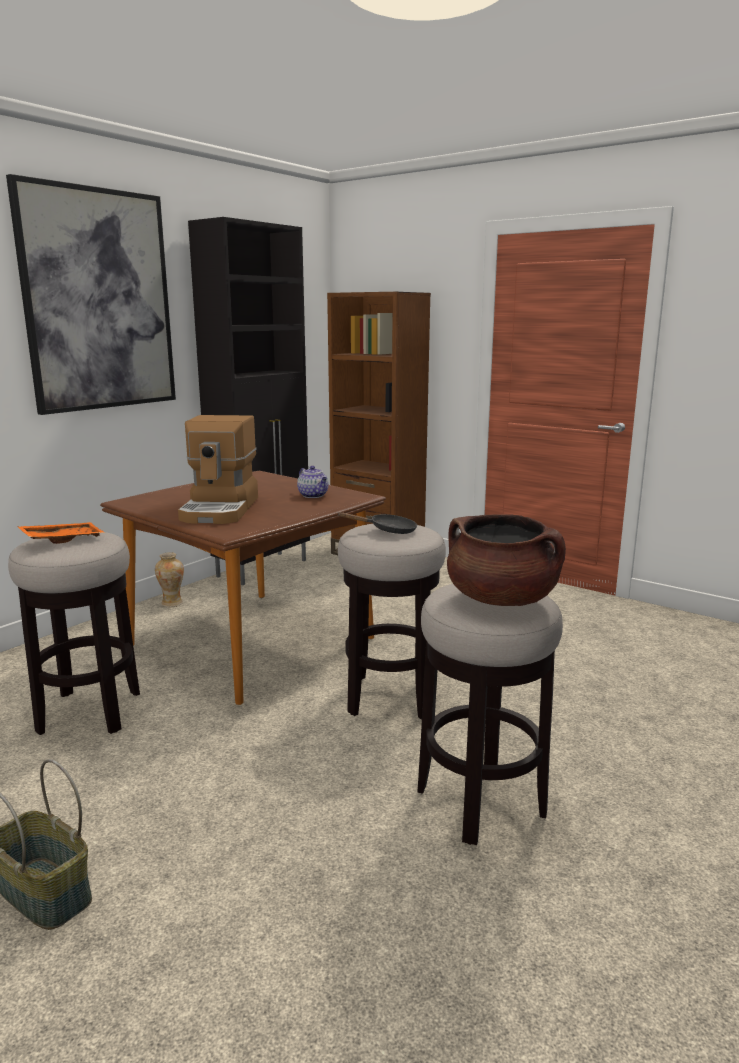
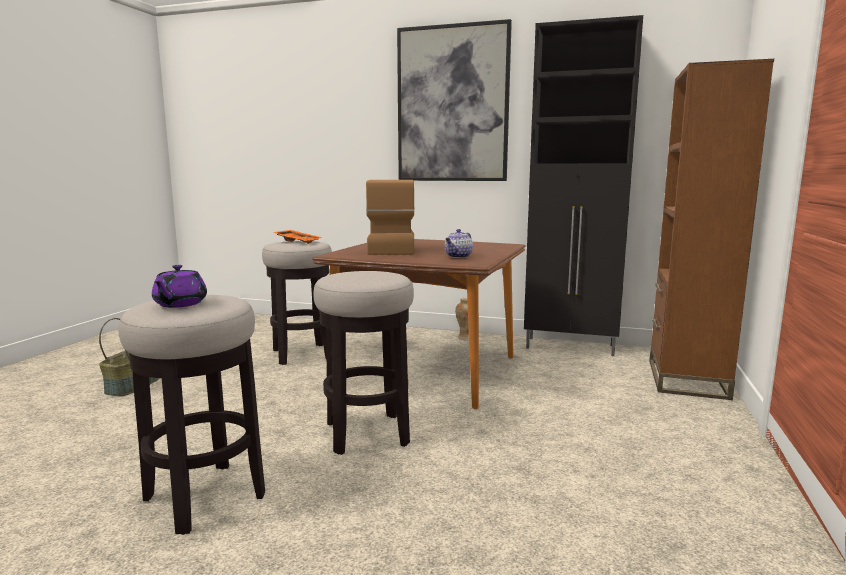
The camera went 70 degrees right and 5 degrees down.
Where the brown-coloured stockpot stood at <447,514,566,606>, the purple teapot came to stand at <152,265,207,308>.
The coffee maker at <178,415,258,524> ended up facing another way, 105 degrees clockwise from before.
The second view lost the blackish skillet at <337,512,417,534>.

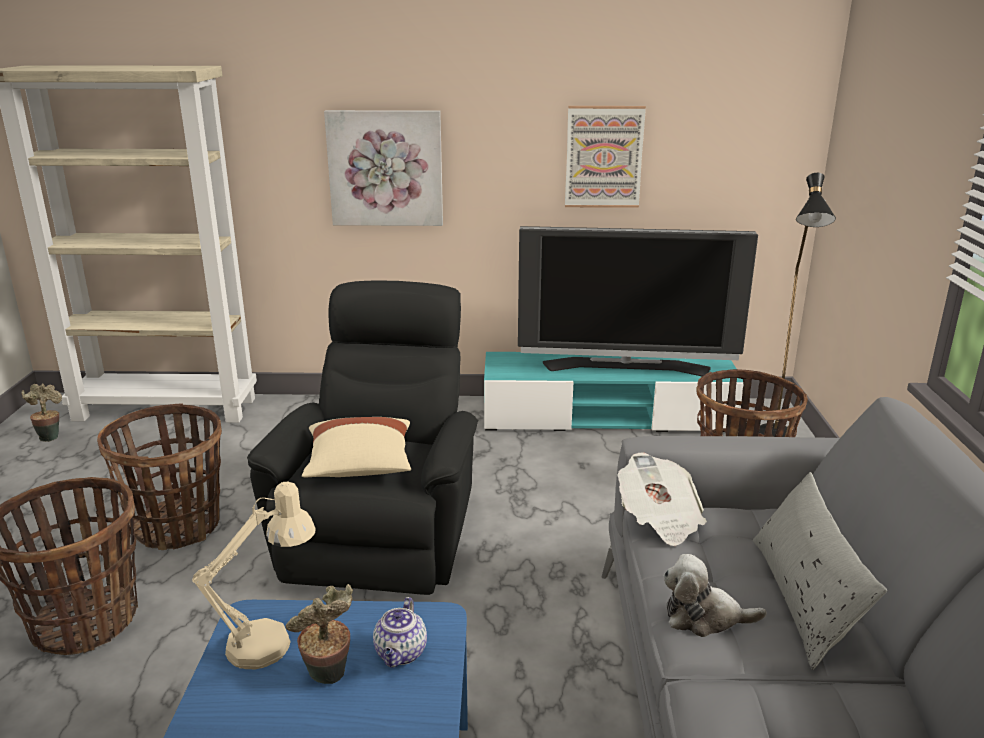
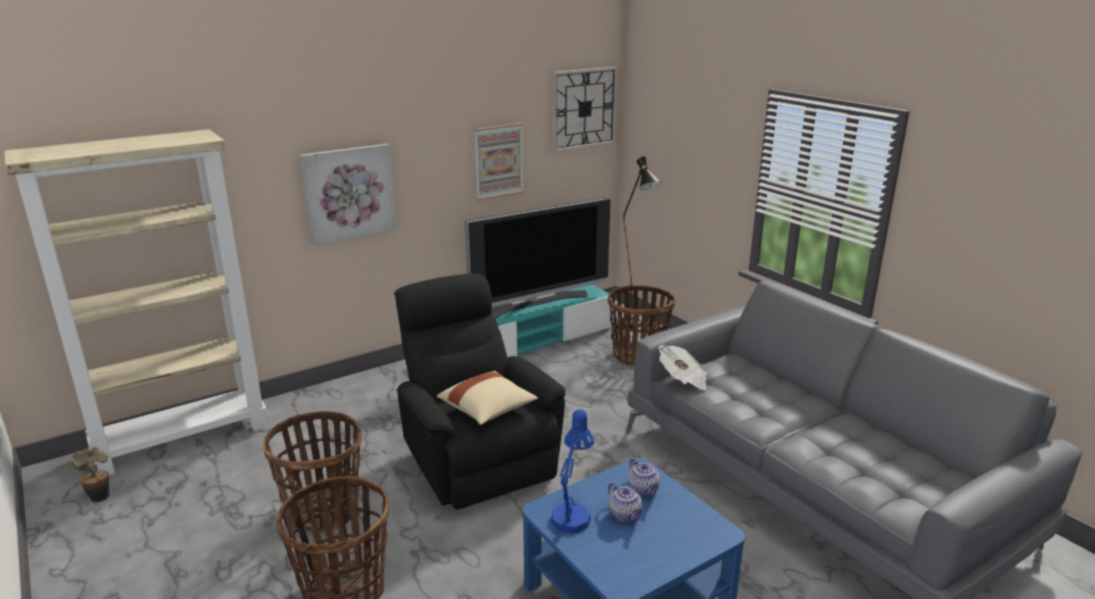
The camera went 35 degrees left and 0 degrees up.
What was the sand-coloured tabletop lamp at <192,481,316,669> turned into the bluish tabletop lamp at <551,409,594,533>.
The second view gained the hanging clock at <552,67,618,152>.
Where the houseplant stood at <285,584,353,684>, the teapot came to stand at <608,482,644,522>.
The second view lost the cuddly toy at <663,554,767,637>.
The second view lost the greyish throw pillow at <753,472,887,670>.

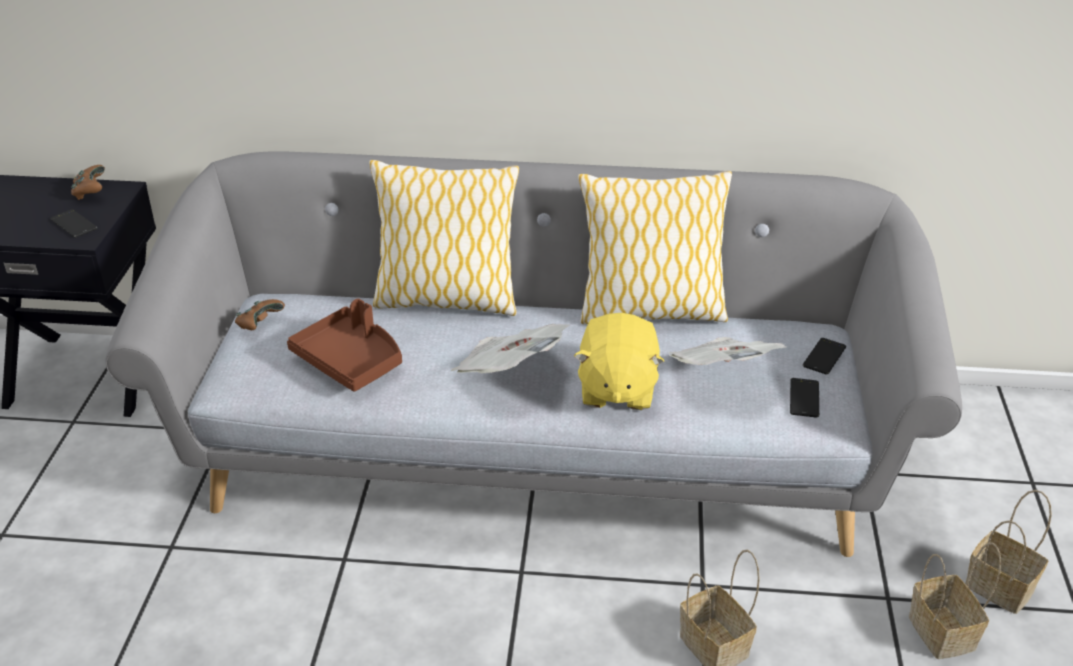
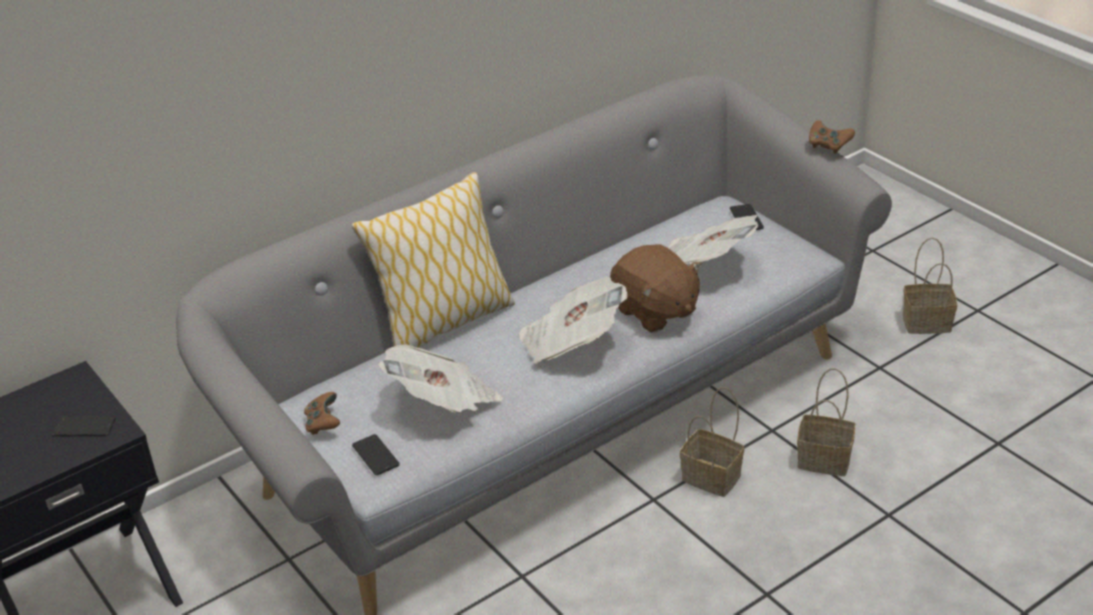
The camera went 40 degrees left and 0 degrees up.
The phone ended up elsewhere, having gone from <790,378,819,418> to <352,434,400,475>.
Where the brown-coloured tray stood at <287,299,402,392>, the printed paper came to stand at <378,344,503,413>.
What was the yellow cuddly toy at <574,313,664,410> turned into the brown-coloured cuddly toy at <610,244,702,333>.
The basket ended up elsewhere, having gone from <909,542,1001,659> to <680,387,744,497>.
The brown-coloured game controller ended up elsewhere, having gone from <71,165,105,200> to <809,120,855,154>.
The second view lost the throw pillow at <578,171,732,325>.

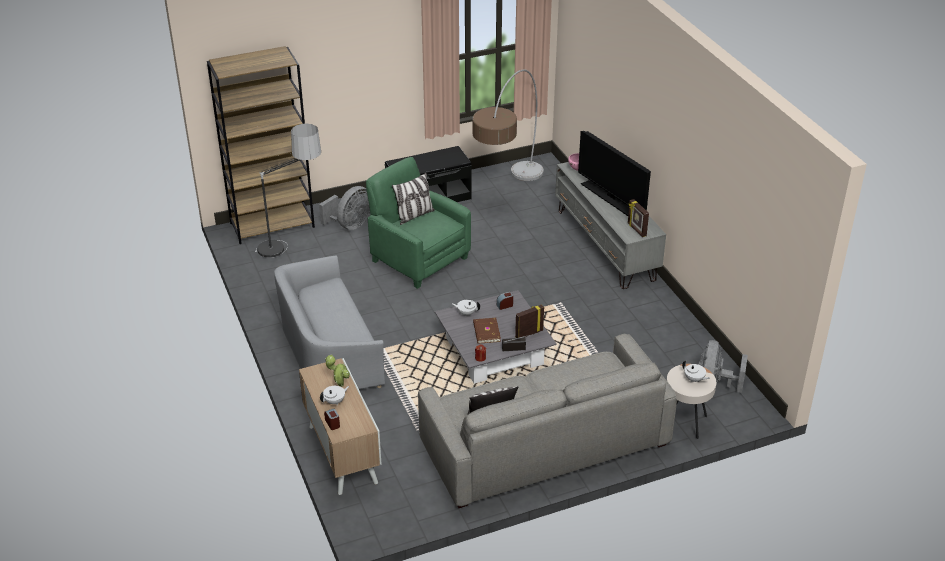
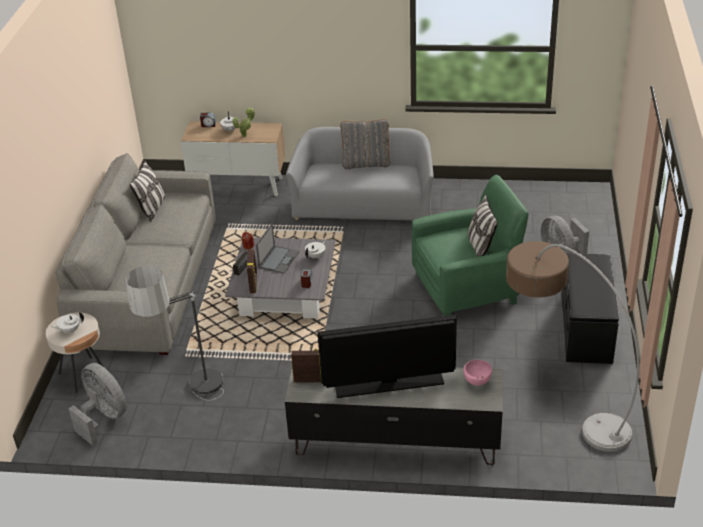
The camera went 120 degrees right and 0 degrees up.
The standing lamp ended up elsewhere, having gone from <255,124,321,258> to <126,266,224,401>.
Where the brown-coloured bound book stood at <473,318,501,344>, the portable computer came to stand at <256,223,299,273>.
The second view gained the greyish throw pillow at <340,119,390,169>.
The second view lost the brown-coloured bookcase at <207,46,315,244>.

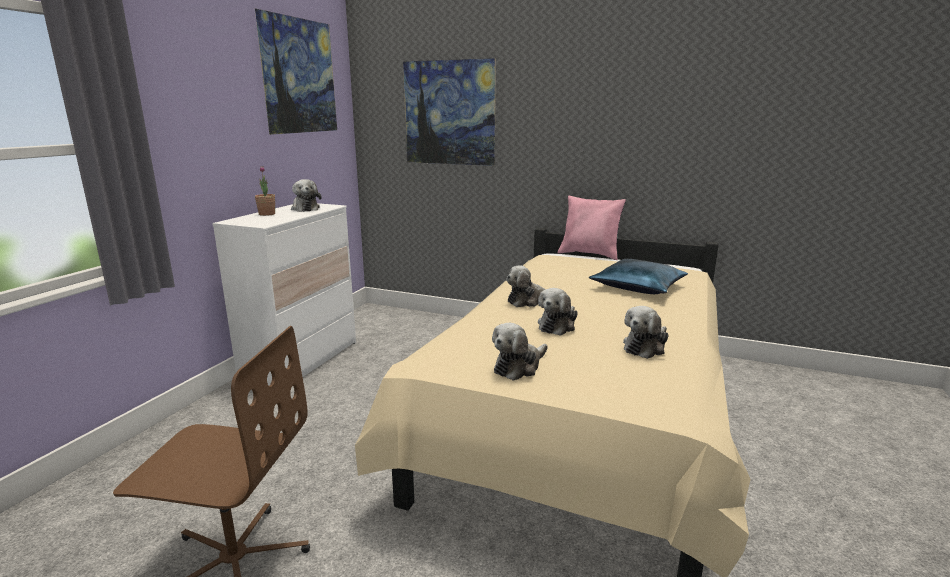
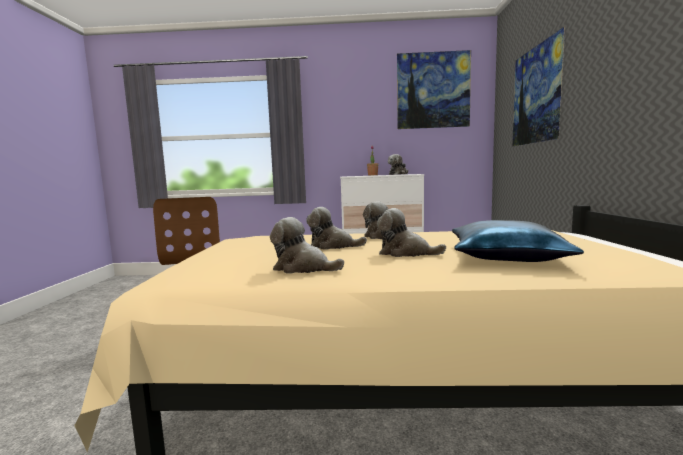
The camera went 70 degrees right and 10 degrees down.
The cuddly toy ended up elsewhere, having gone from <492,323,547,380> to <377,208,446,257>.
The second view lost the pinkish throw pillow at <558,196,626,260>.

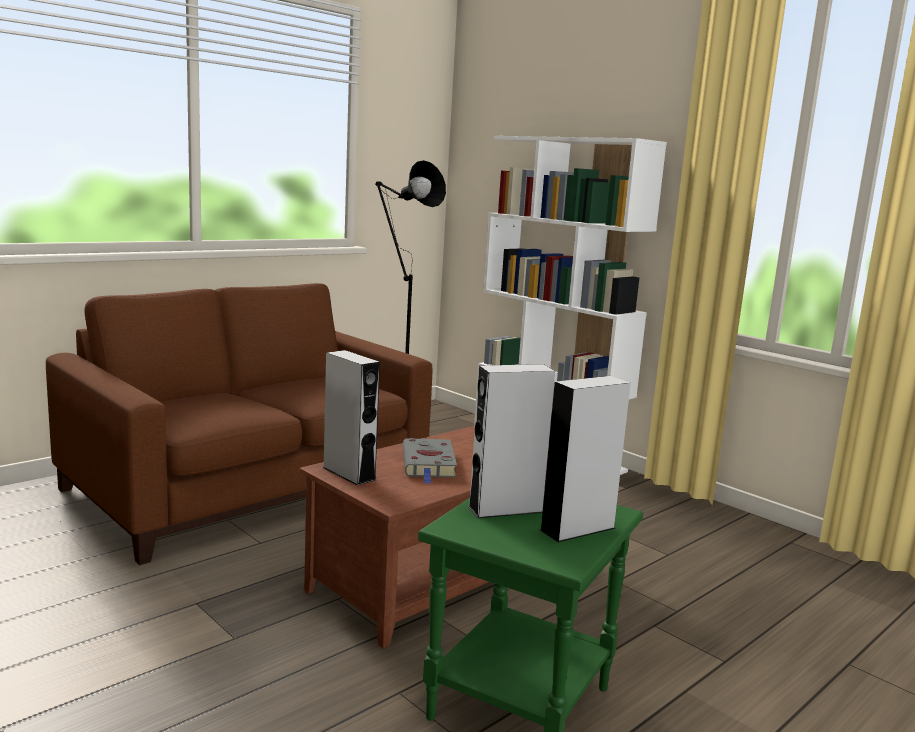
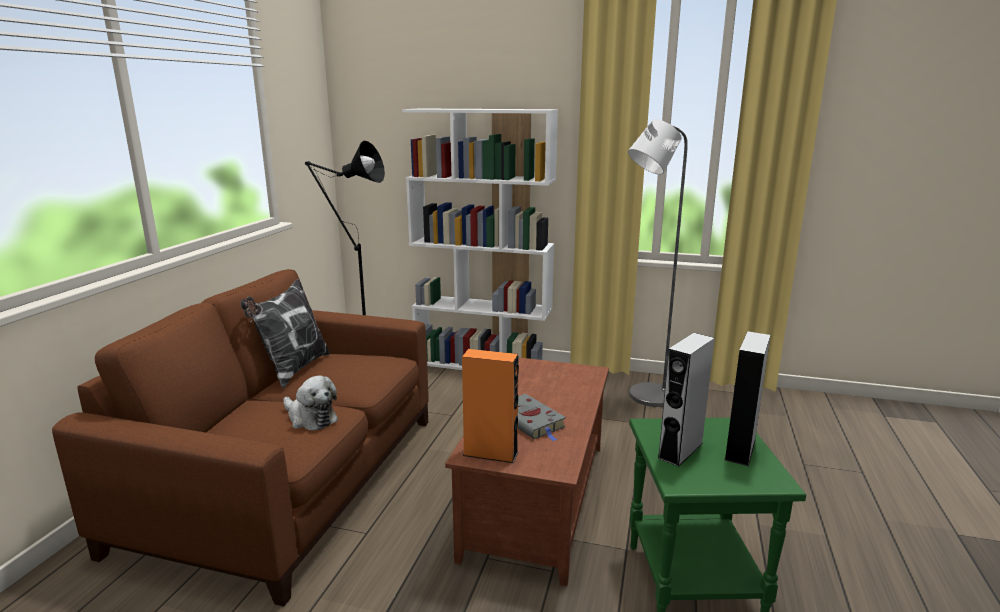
The camera went 30 degrees left and 5 degrees up.
The second view gained the throw pillow at <240,279,330,388>.
The second view gained the cuddly toy at <283,375,338,430>.
What was the greyish loudspeaker at <323,350,380,485> turned into the orange loudspeaker at <462,349,519,463>.
The second view gained the greyish standing lamp at <628,119,688,407>.

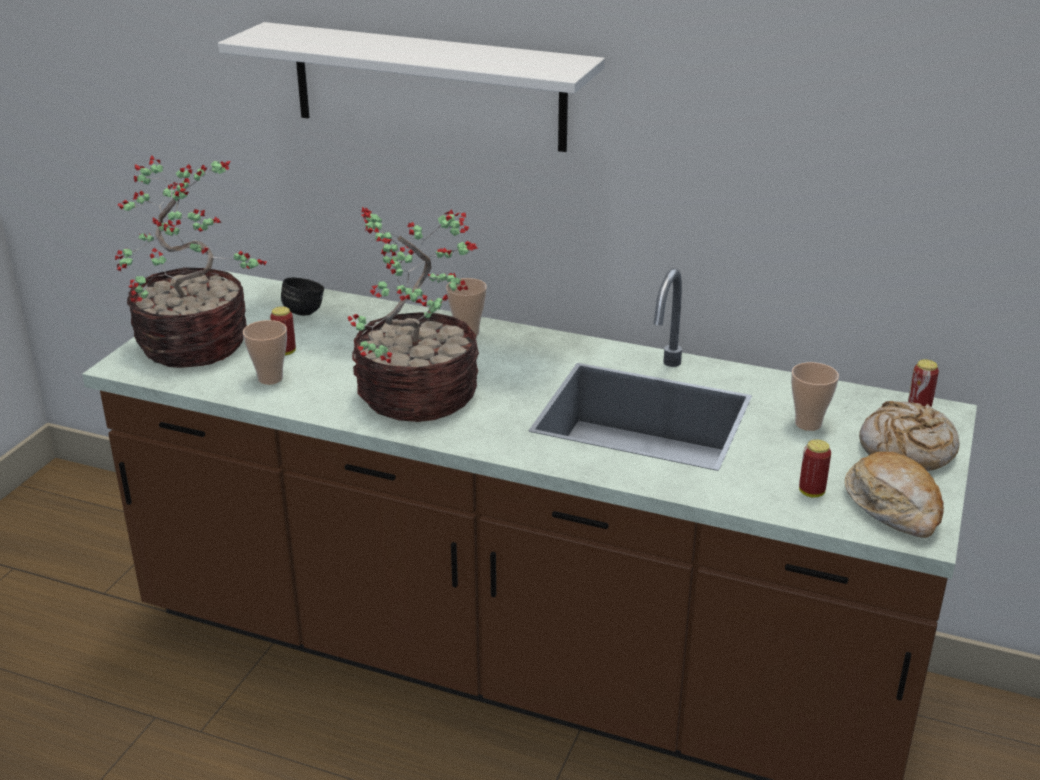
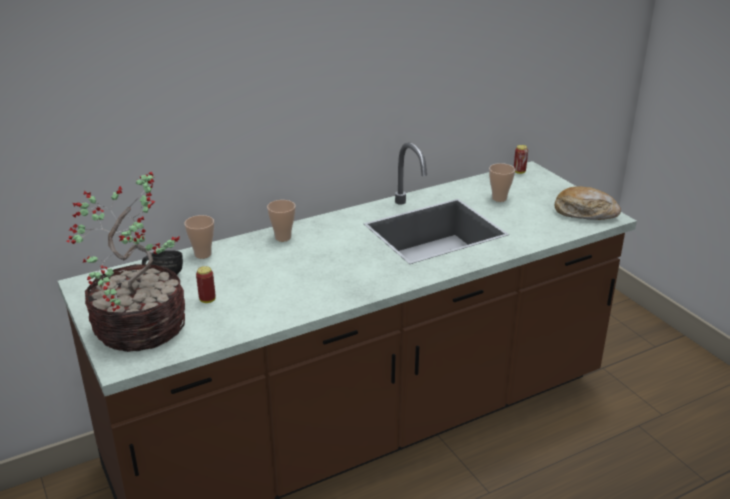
The camera went 50 degrees left and 0 degrees up.
The small cup ended up elsewhere, having gone from <243,320,287,385> to <184,215,214,259>.
The second view lost the whitish wall shelf at <218,22,605,152>.
The second view lost the houseplant at <348,207,479,422>.
The second view lost the metal can at <799,439,831,498>.
The second view lost the baked bread at <859,401,960,471>.

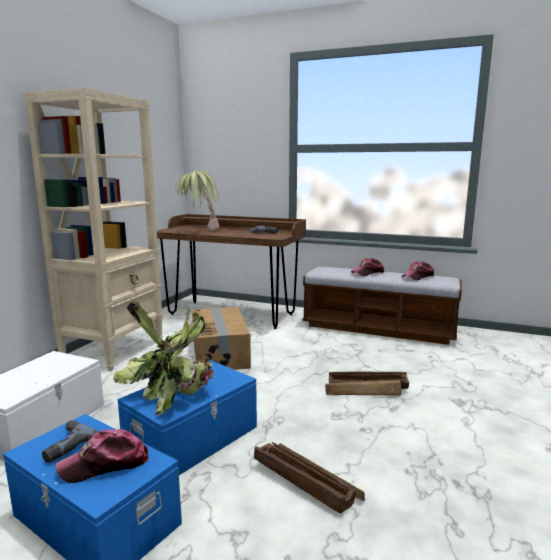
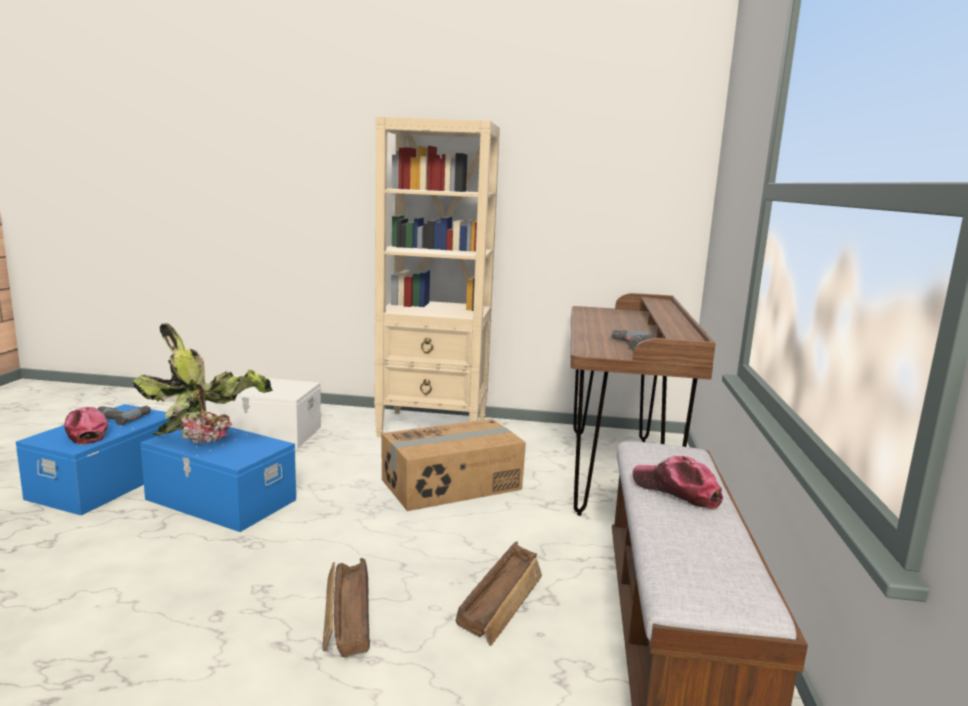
The camera went 75 degrees right and 0 degrees up.
The shipping crate ended up elsewhere, having gone from <254,442,365,513> to <456,542,542,646>.
The second view lost the houseplant at <175,171,220,231>.
The second view lost the cap at <402,261,434,281>.

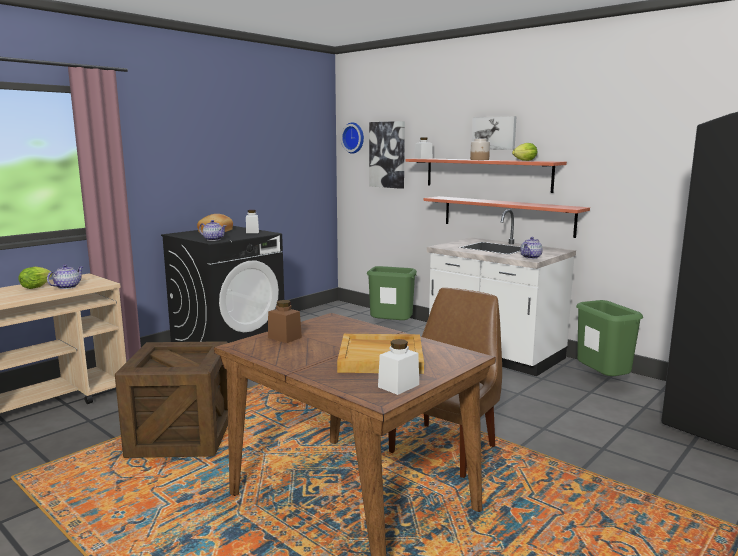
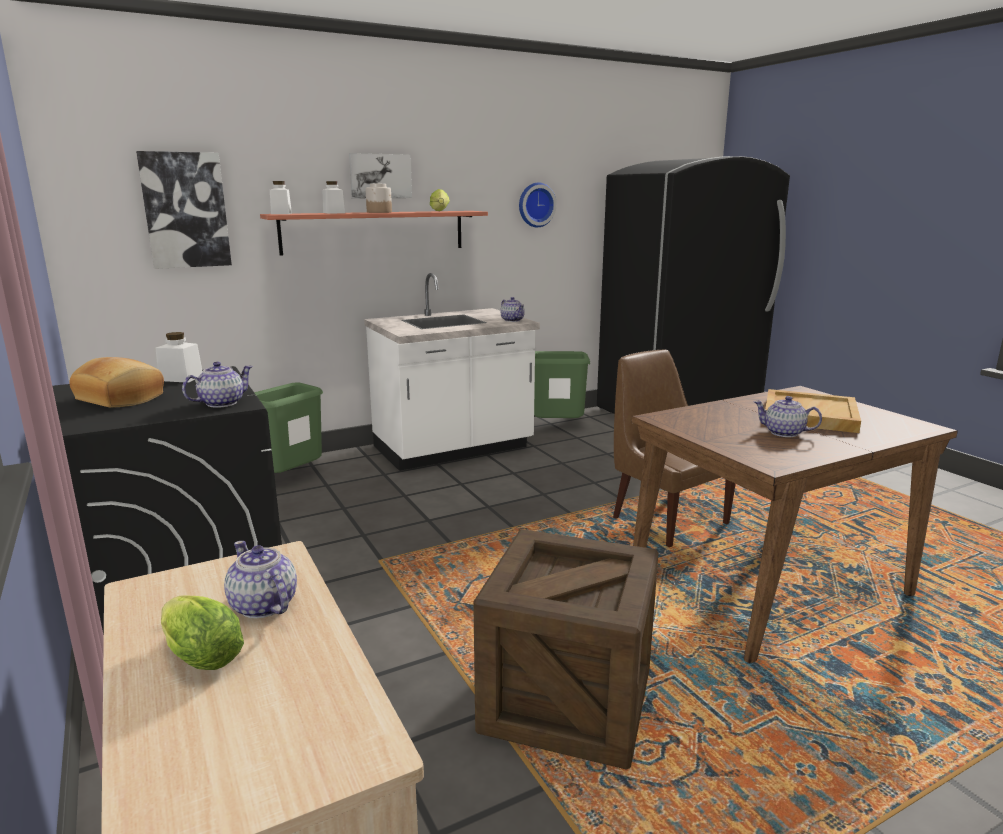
The camera went 70 degrees left and 5 degrees up.
The whitish storage jar ended up elsewhere, having gone from <378,339,419,395> to <322,181,345,213>.
The hanging clock ended up elsewhere, having gone from <341,122,364,154> to <519,183,557,227>.
The second view gained the teapot at <754,396,822,437>.
The second view lost the brown-coloured storage jar at <268,300,302,343>.
The second view lost the wall shelf at <424,196,590,238>.

